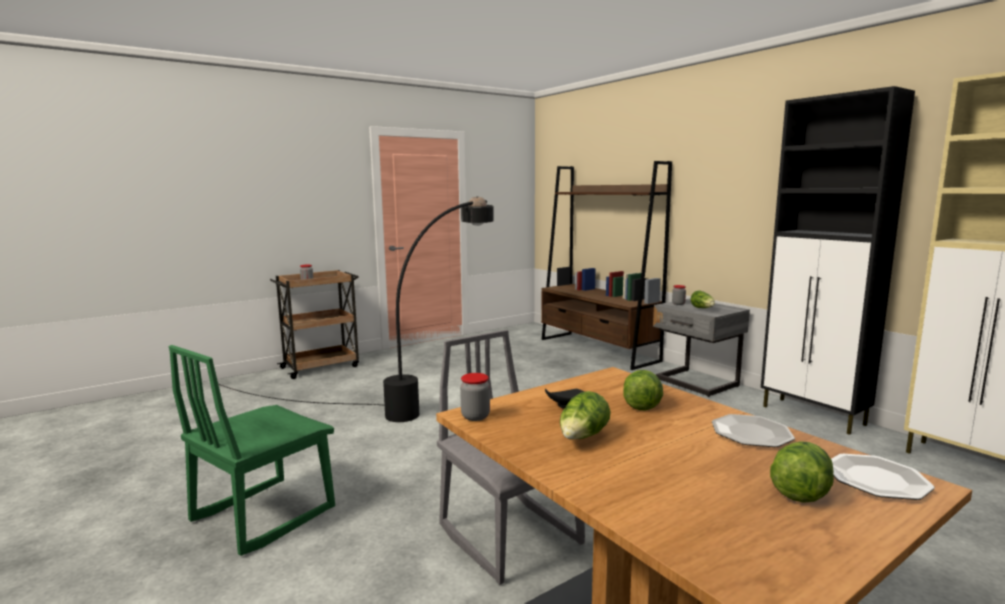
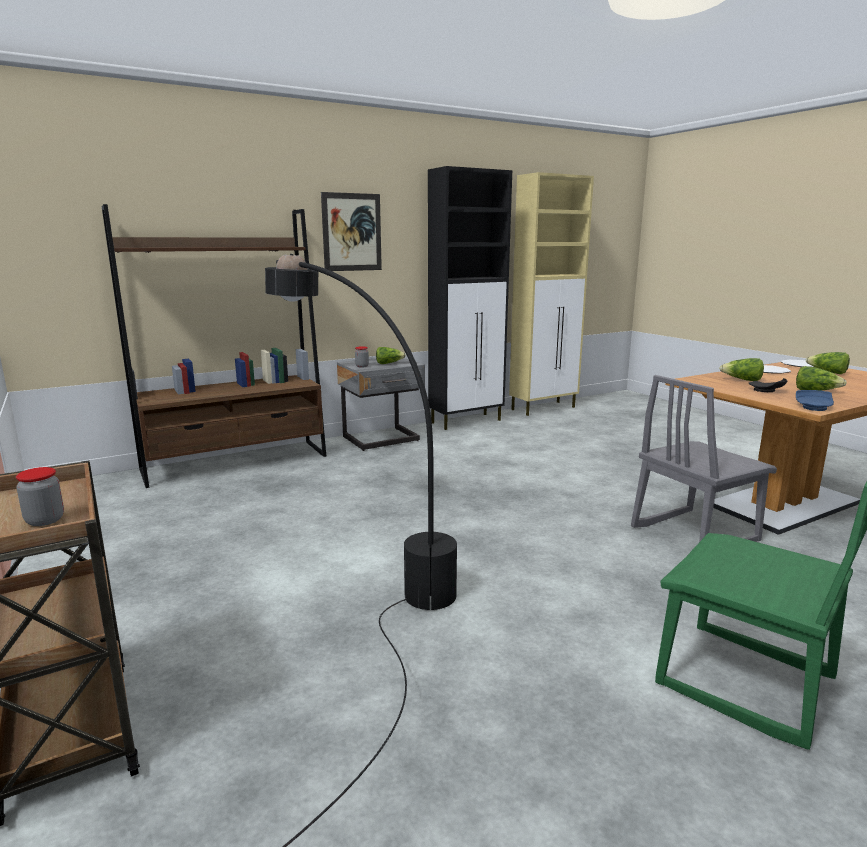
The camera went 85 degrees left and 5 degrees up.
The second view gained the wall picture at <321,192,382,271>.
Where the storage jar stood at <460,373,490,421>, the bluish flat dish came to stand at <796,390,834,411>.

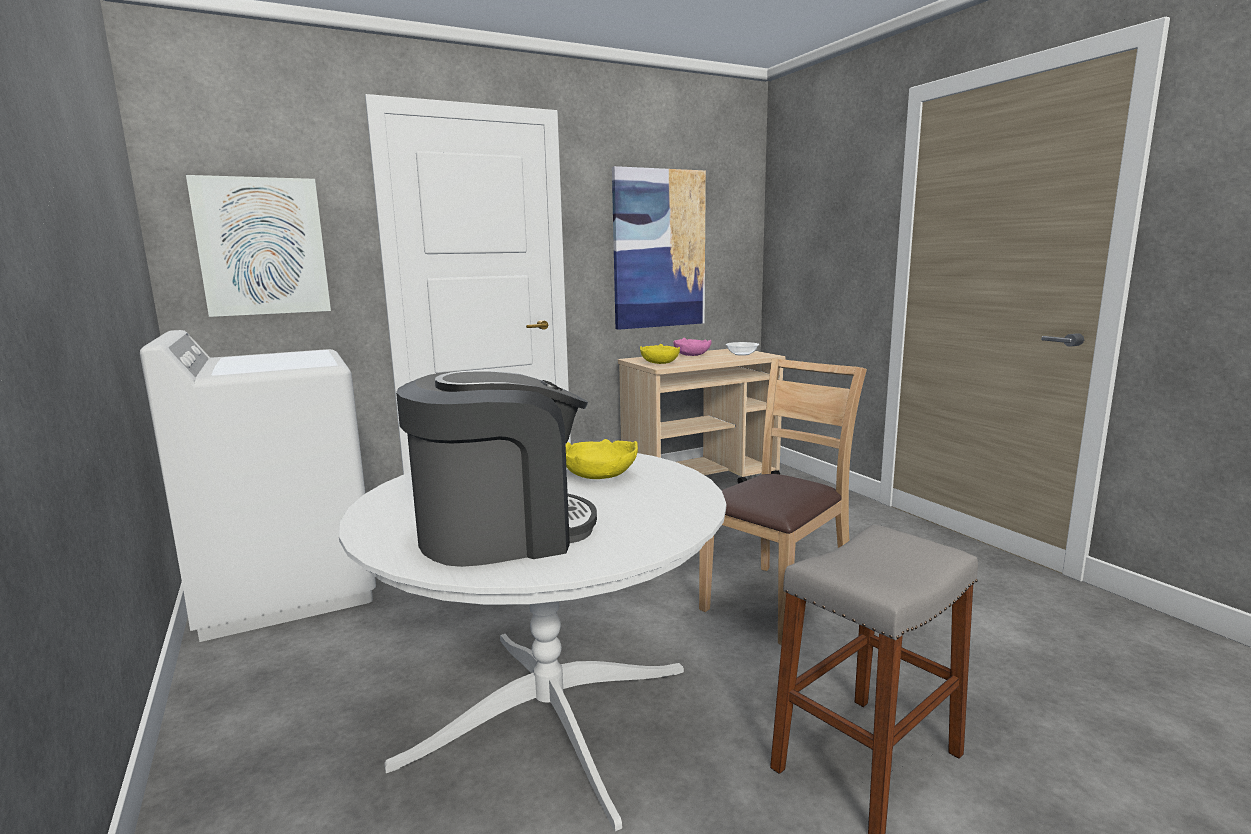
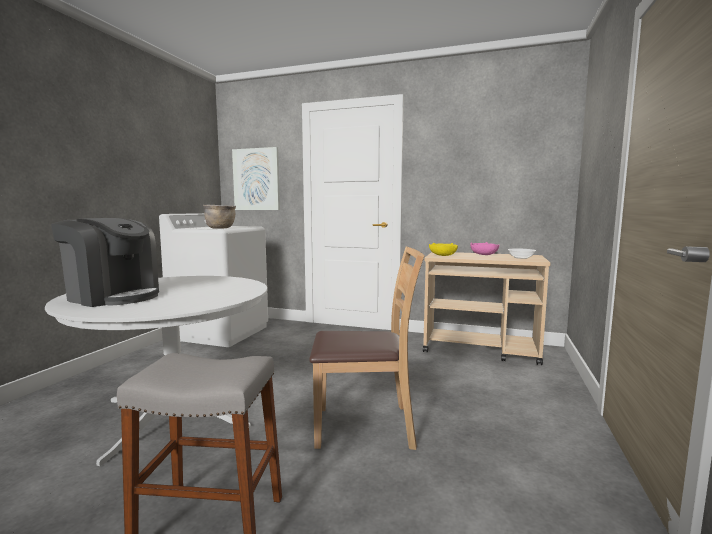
The camera went 45 degrees right and 5 degrees down.
The second view gained the brown-coloured stockpot at <203,204,236,229>.
The second view lost the yellow bowl at <566,439,638,479>.
The second view lost the wall picture at <612,166,706,330>.

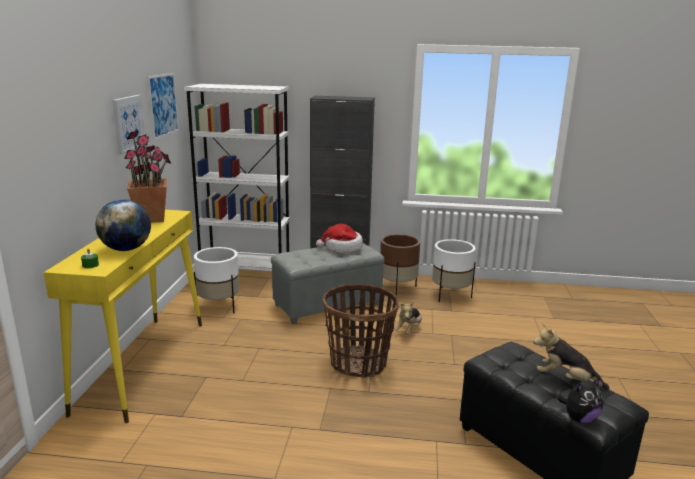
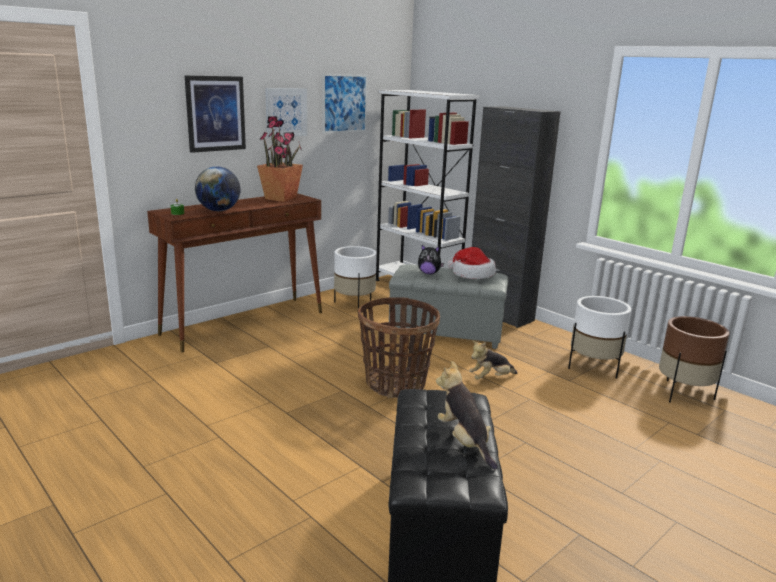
The camera went 40 degrees right and 0 degrees up.
What was the yellow console table at <44,210,202,423> turned into the brown-coloured console table at <147,193,322,353>.
The second view gained the wall picture at <185,76,246,153>.
The cuddly toy ended up elsewhere, having gone from <558,378,603,423> to <418,245,444,274>.
The brown-coloured plant pot ended up elsewhere, having gone from <380,234,420,296> to <659,316,729,403>.

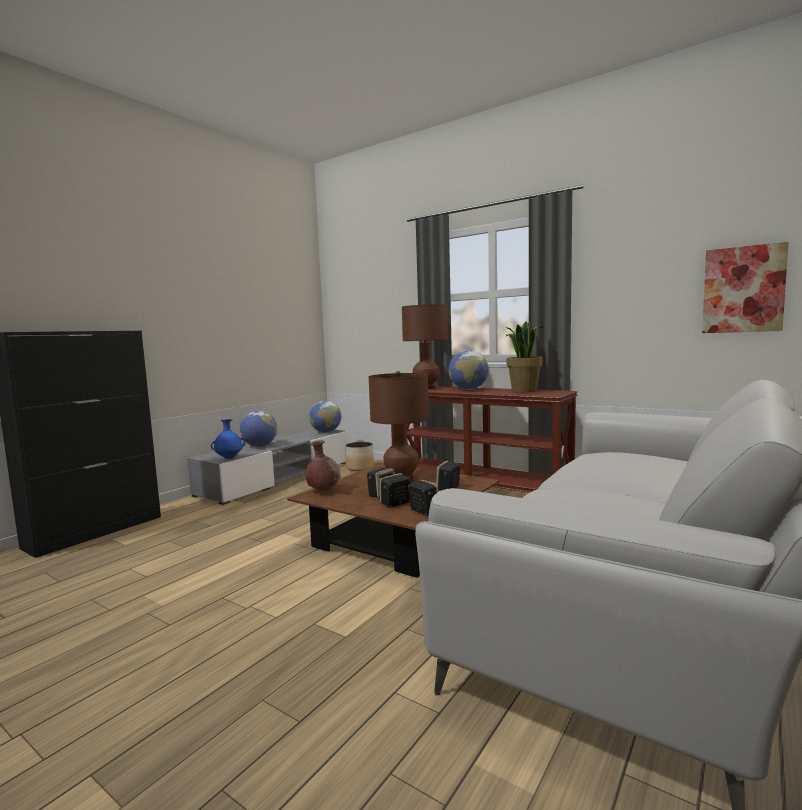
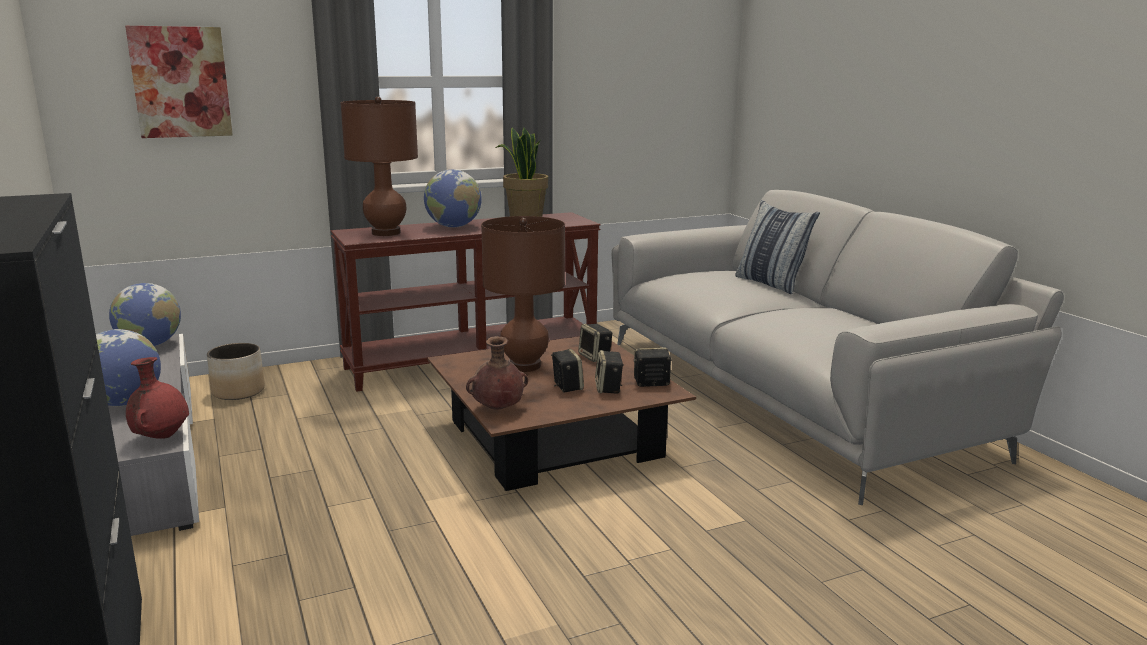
The camera went 60 degrees left and 10 degrees up.
The wall picture ended up elsewhere, having gone from <702,242,789,333> to <125,26,233,138>.
What was the bluish vase at <211,419,245,459> turned into the red-coloured vase at <126,357,189,439>.
The second view gained the throw pillow at <735,200,820,294>.

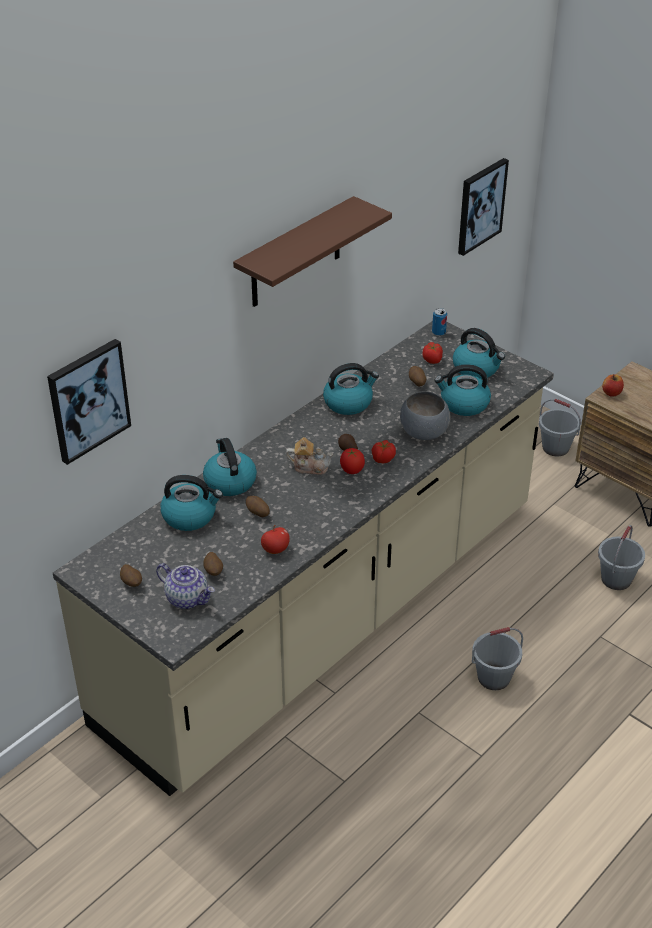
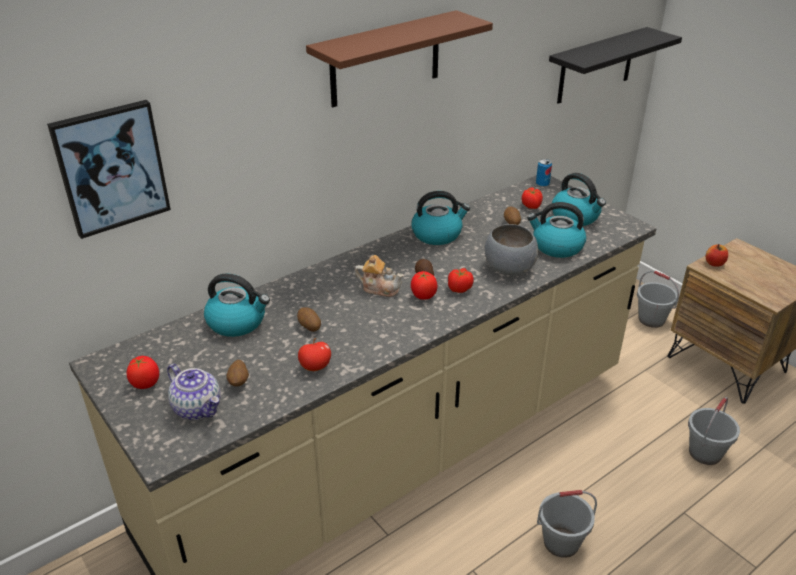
The camera went 10 degrees right and 5 degrees down.
Where the whole potato stood at <120,564,142,587>, the whole tomato came to stand at <127,356,159,389>.
Where the wall picture hung at <458,158,509,256>, the blackish wall shelf came to hang at <549,27,682,104>.
The second view lost the kettle at <203,438,257,496>.

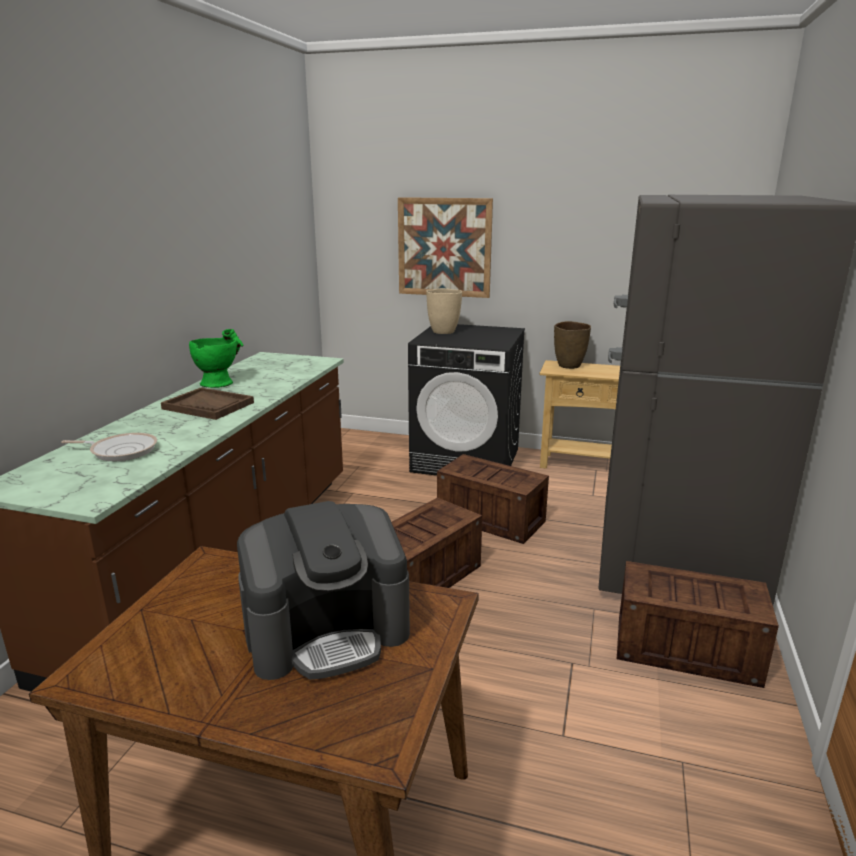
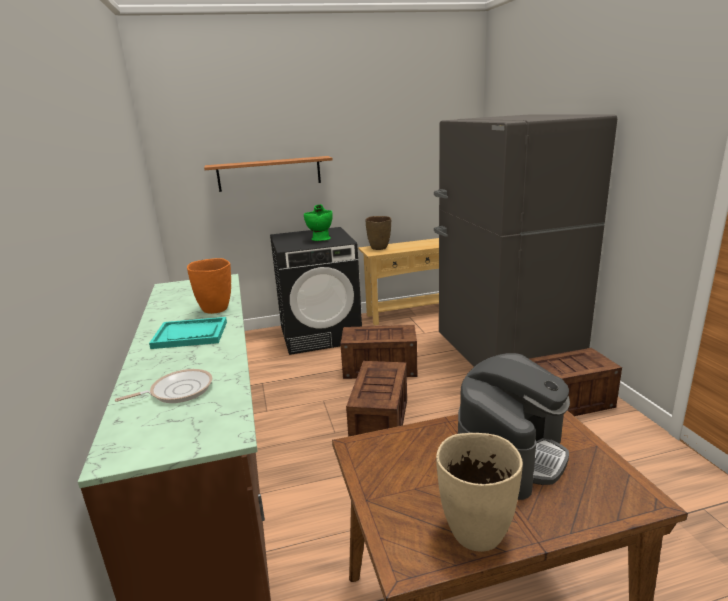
The camera went 30 degrees left and 0 degrees up.
What was the brown-coloured tray at <161,387,254,420> turned into the turquoise-coloured tray at <149,317,227,349>.
The second view gained the orange vase at <187,258,231,314>.
Where the wall picture hung at <398,197,493,298>, the wall shelf came to hang at <204,156,333,192>.
The green-coloured vase ended up elsewhere, having gone from <189,329,243,388> to <304,204,333,241>.
The sand-coloured vase ended up elsewhere, having gone from <426,288,462,334> to <436,433,523,552>.

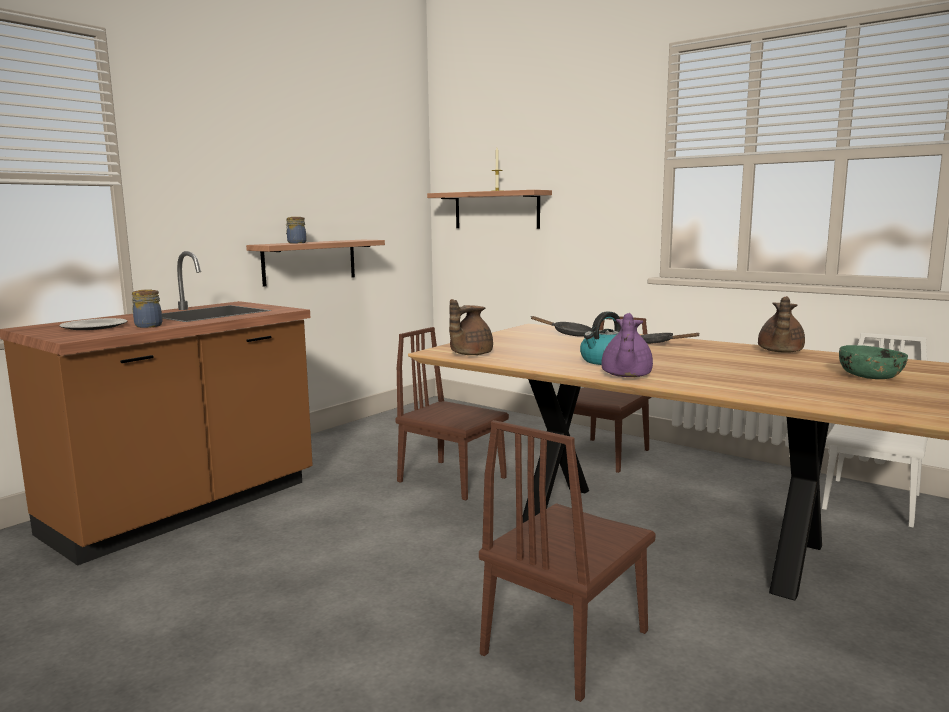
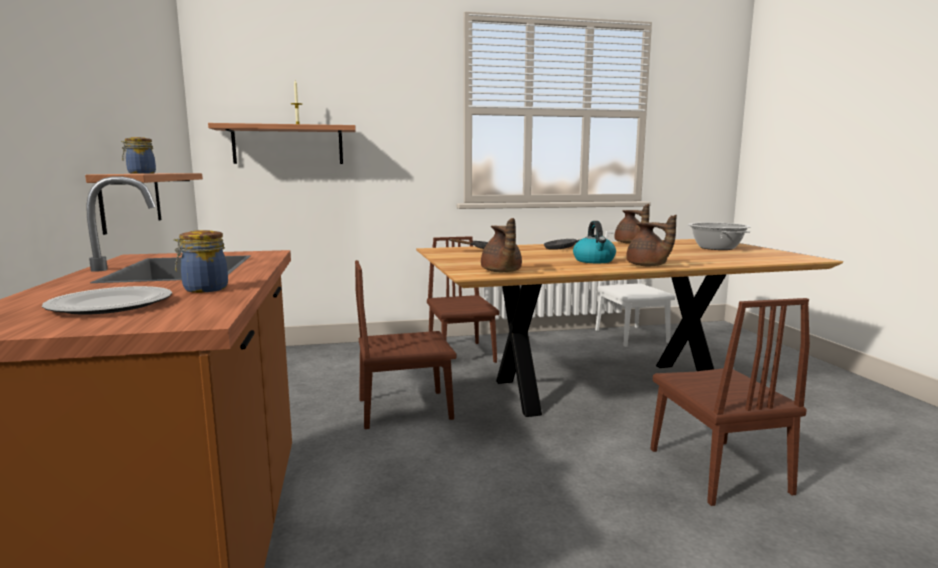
The camera went 50 degrees left and 0 degrees up.
What was the purple teapot at <602,313,653,377> turned into the brown-coloured teapot at <626,215,677,266>.
Where the green-coloured bowl stood at <839,345,908,379>, the stockpot came to stand at <688,222,751,250>.

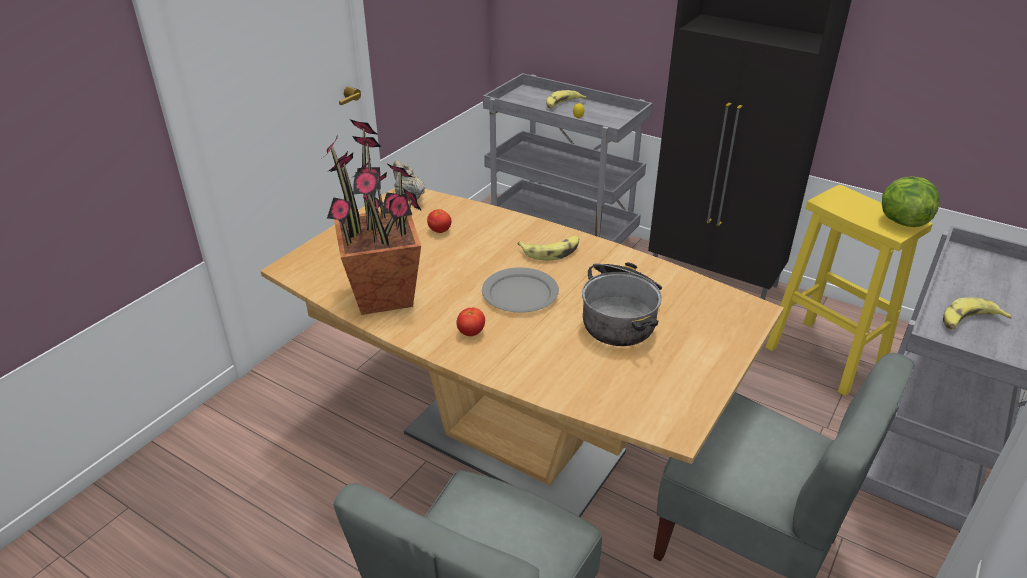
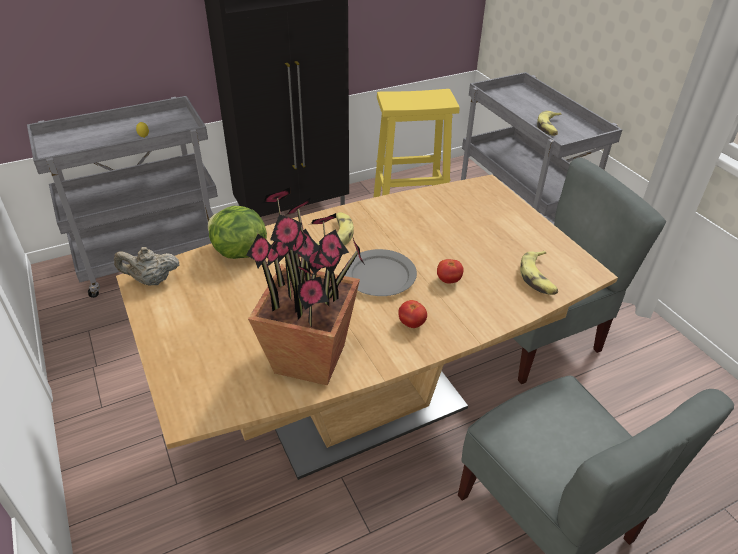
The camera went 60 degrees left and 5 degrees up.
The lettuce ended up elsewhere, having gone from <882,176,940,227> to <208,206,267,259>.
The whole tomato ended up elsewhere, having gone from <427,209,452,233> to <437,259,464,284>.
The banana fruit ended up elsewhere, having gone from <546,90,587,108> to <520,251,558,295>.
The second view lost the stockpot at <582,263,662,346>.

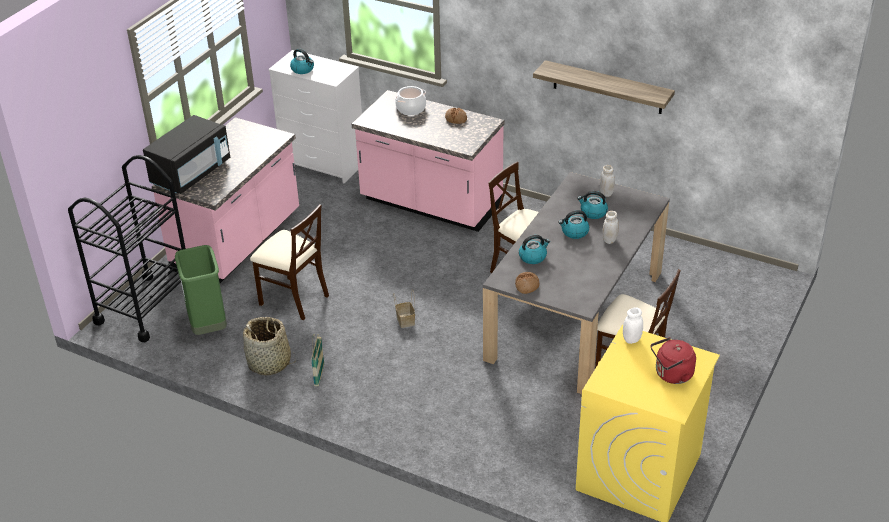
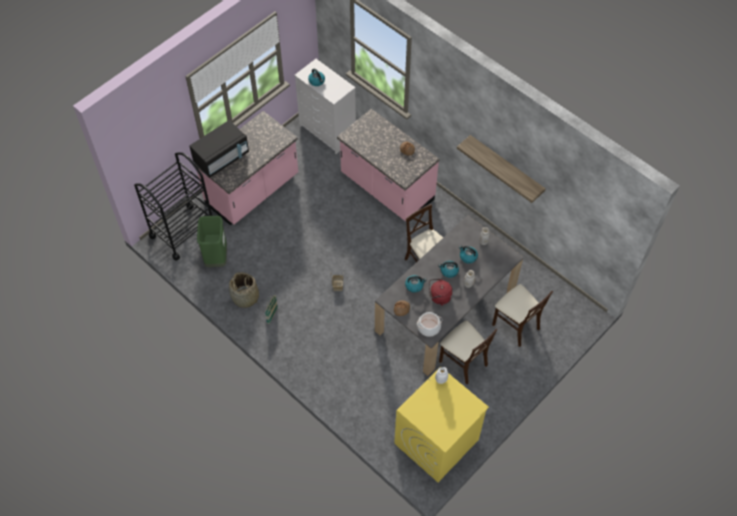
The camera went 15 degrees right and 20 degrees up.
The stockpot ended up elsewhere, having gone from <395,86,426,115> to <417,312,442,337>.
The red-coloured kettle ended up elsewhere, having gone from <651,337,696,384> to <429,279,453,306>.
The sand-coloured upright chair ended up elsewhere, having gone from <250,204,329,320> to <492,284,553,347>.

